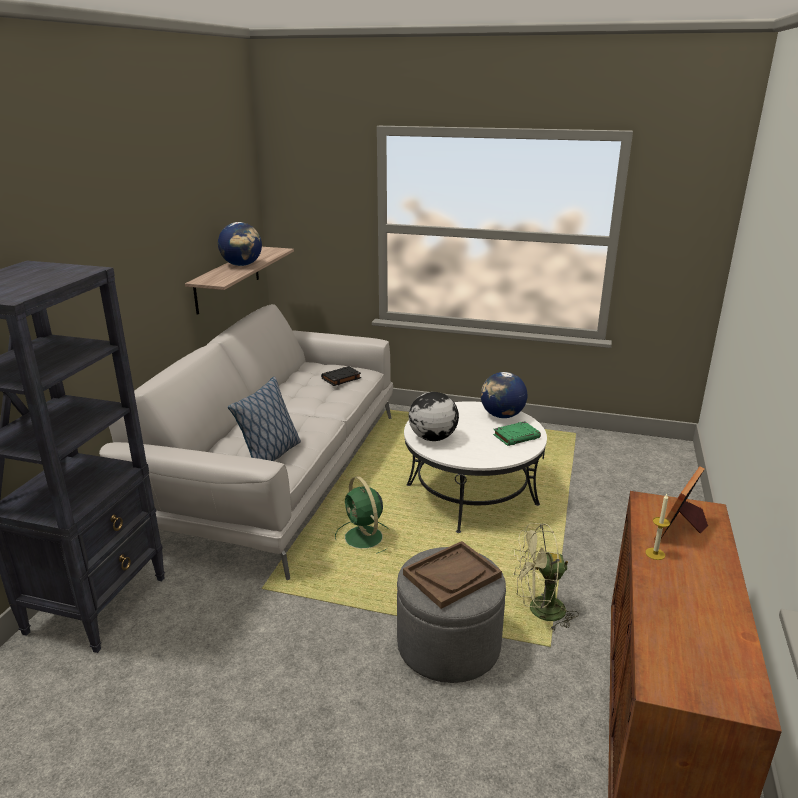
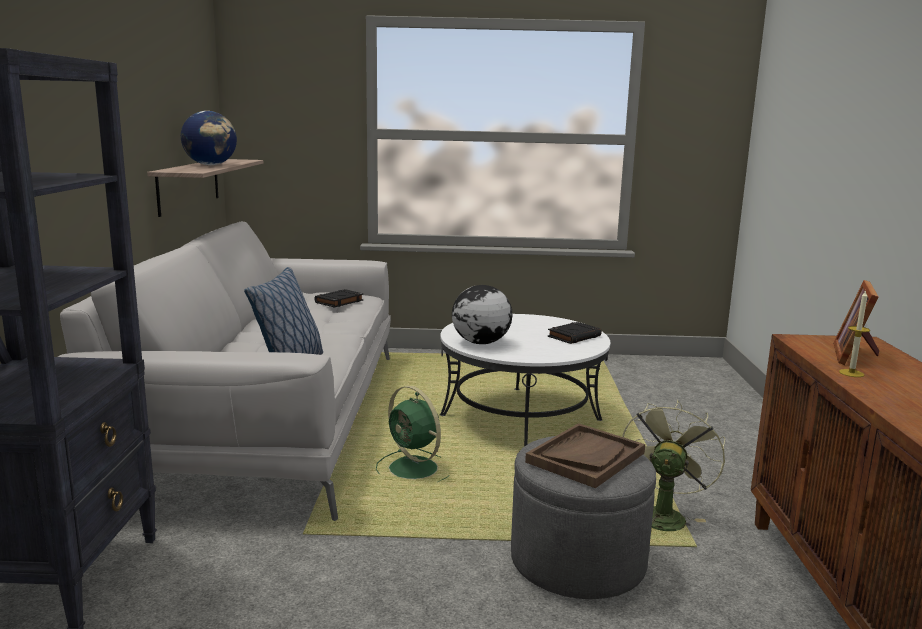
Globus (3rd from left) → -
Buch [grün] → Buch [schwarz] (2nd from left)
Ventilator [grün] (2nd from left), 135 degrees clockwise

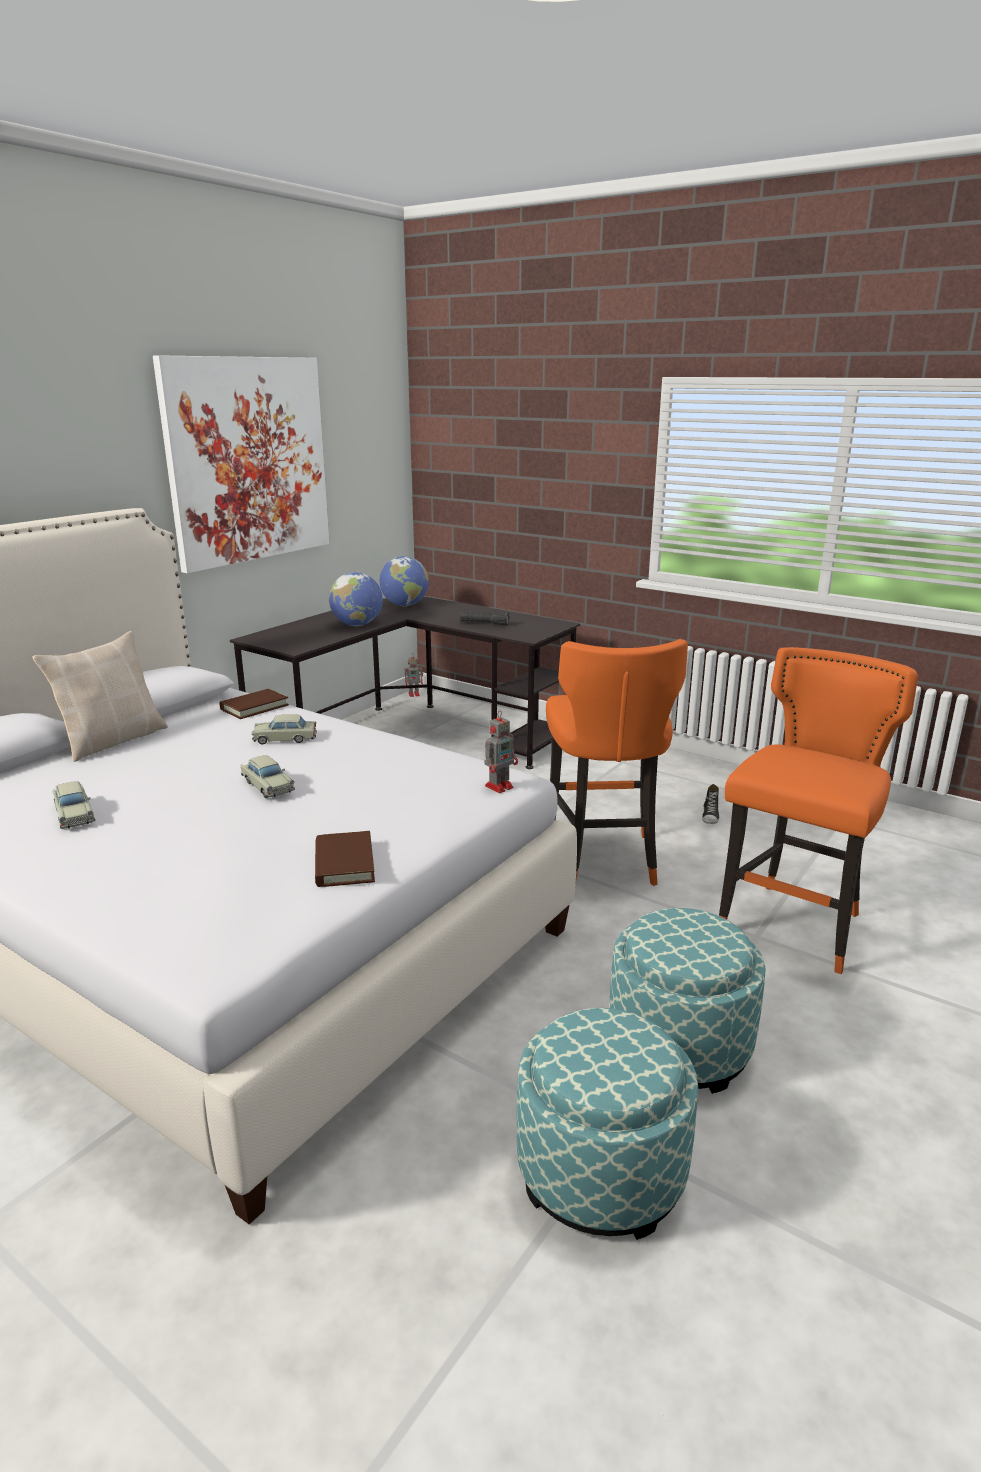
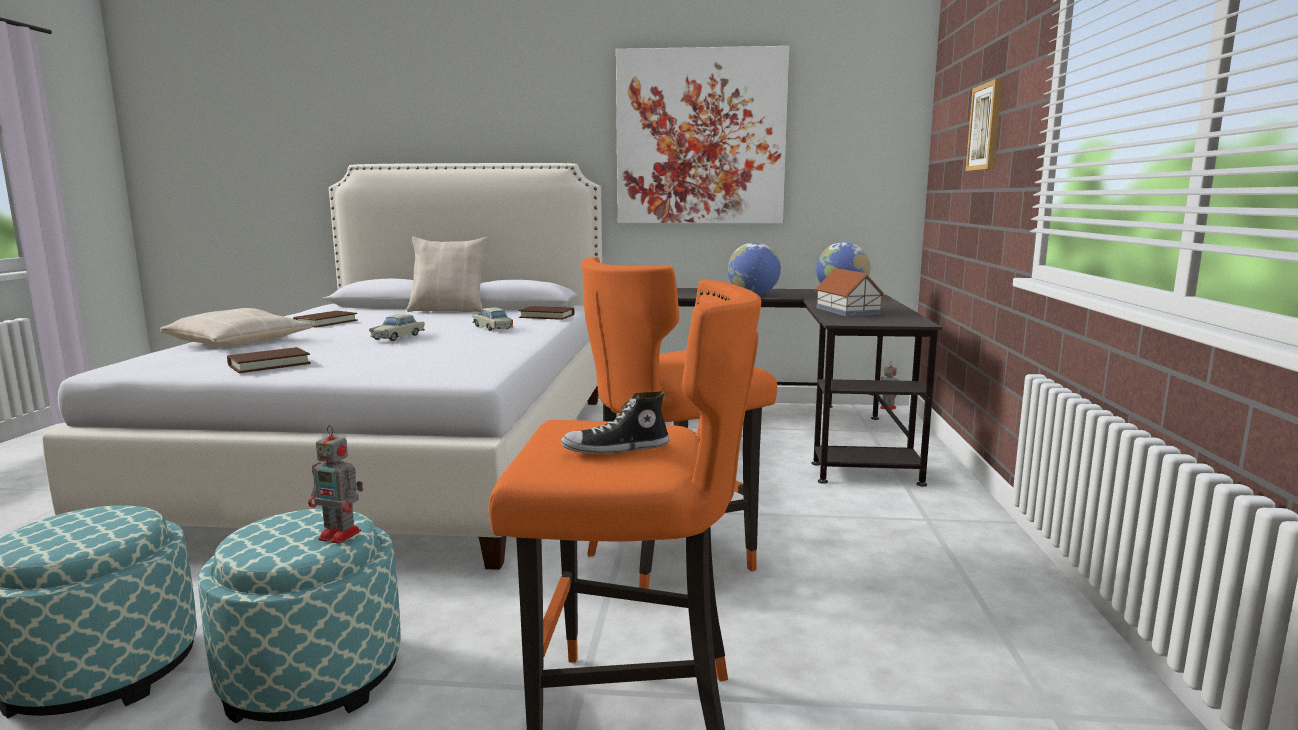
Taschenlampe [schwarz] → Spielzeughaus
Spielzeugroboter (2nd from left in the first image) → Spielzeugroboter (1st from left), moved
Spielzeugauto [beige] (1st from left) → Buch [braun] (2nd from left)
Schuh, moved
- → Bild (2nd from left)
- → Kissen [beige] (1st from left)

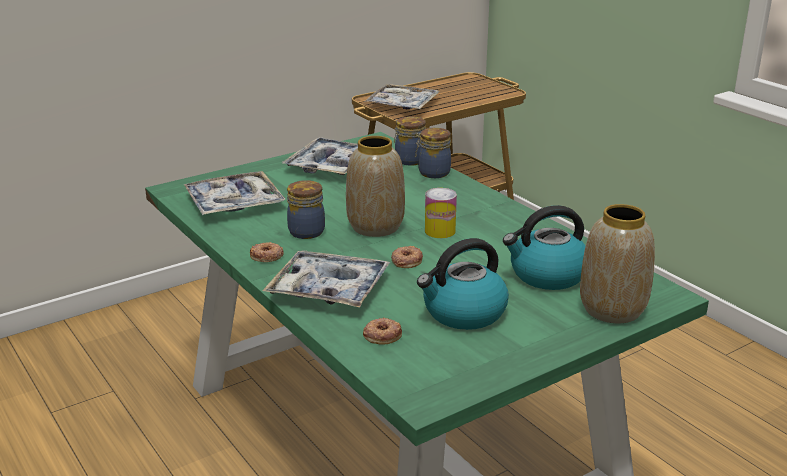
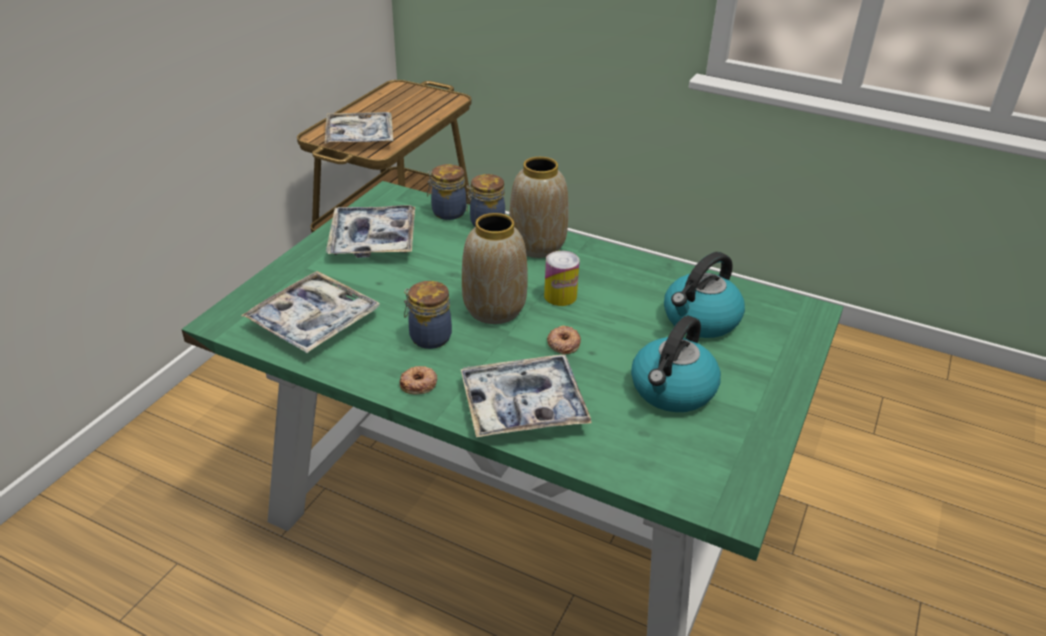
Vase (2nd from left), moved
Donut (2nd from left) → -

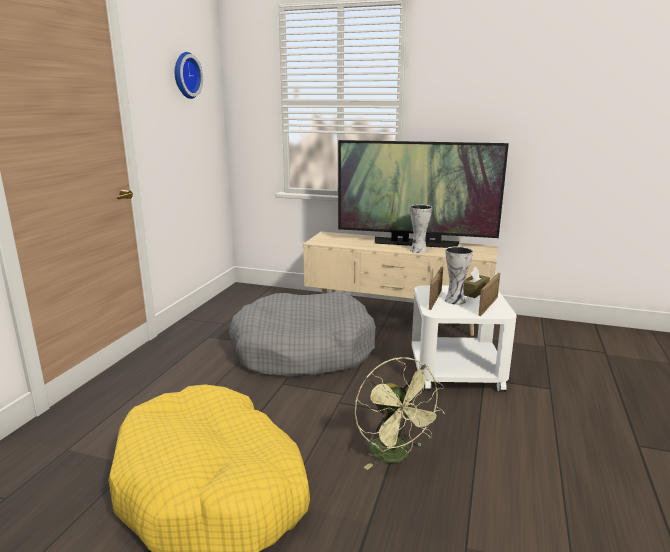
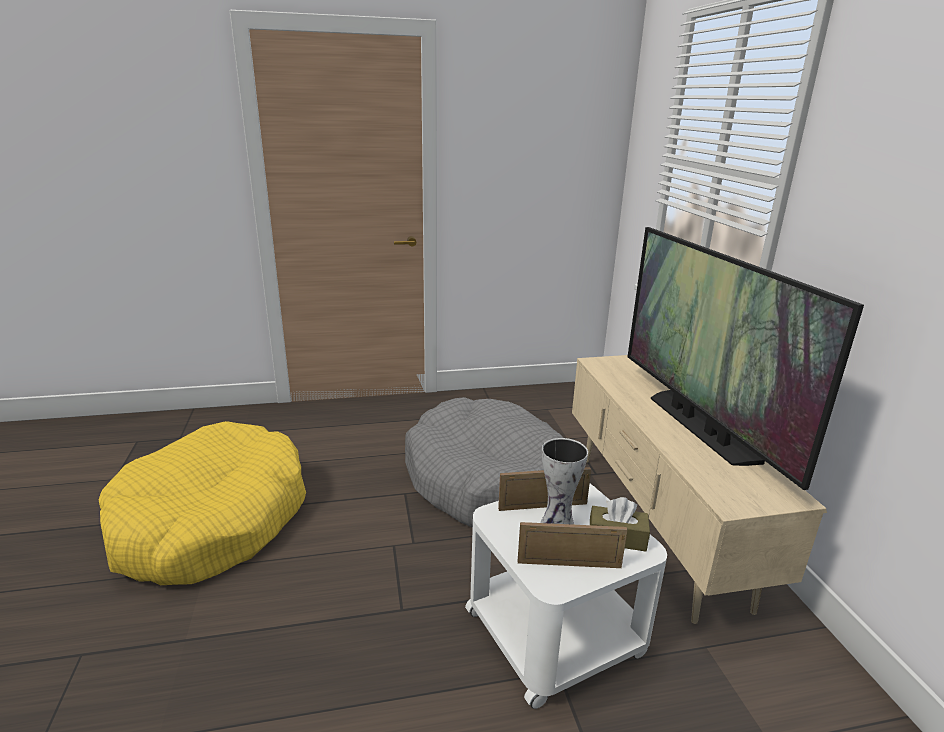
Wanduhr → -
Vase (1st from left) → -
Ventilator [grün] → -

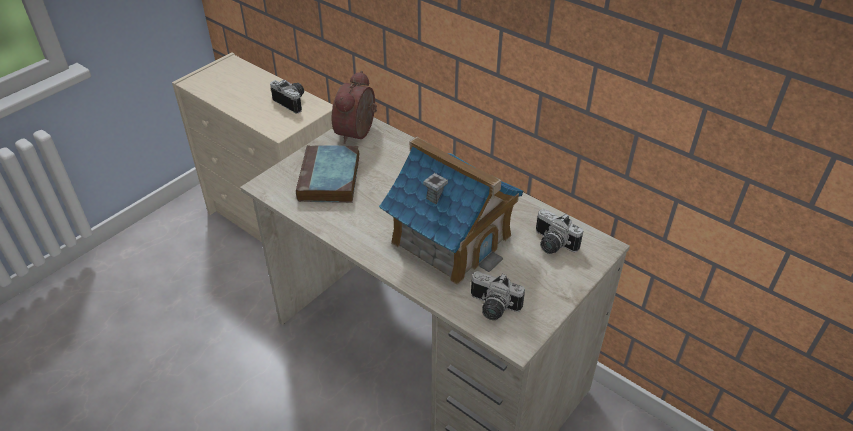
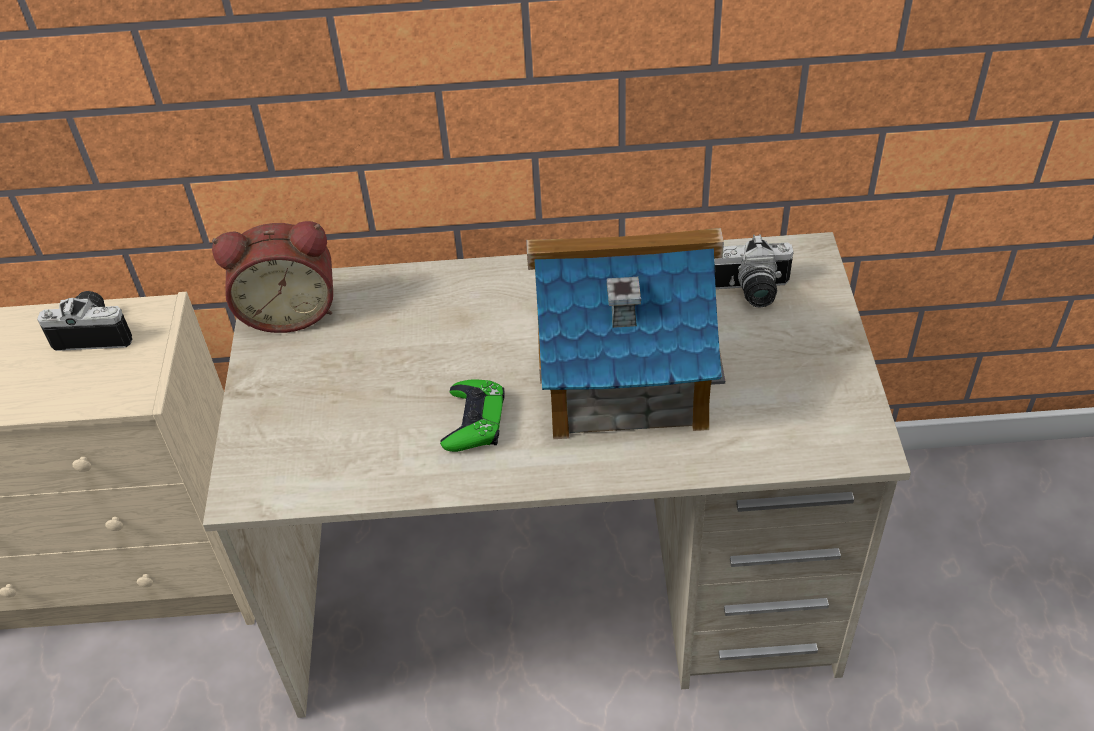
Wecker, 75 degrees counterclockwise
Buch → -
Kamera (2nd from left) → -
- → Gamepad [grün]

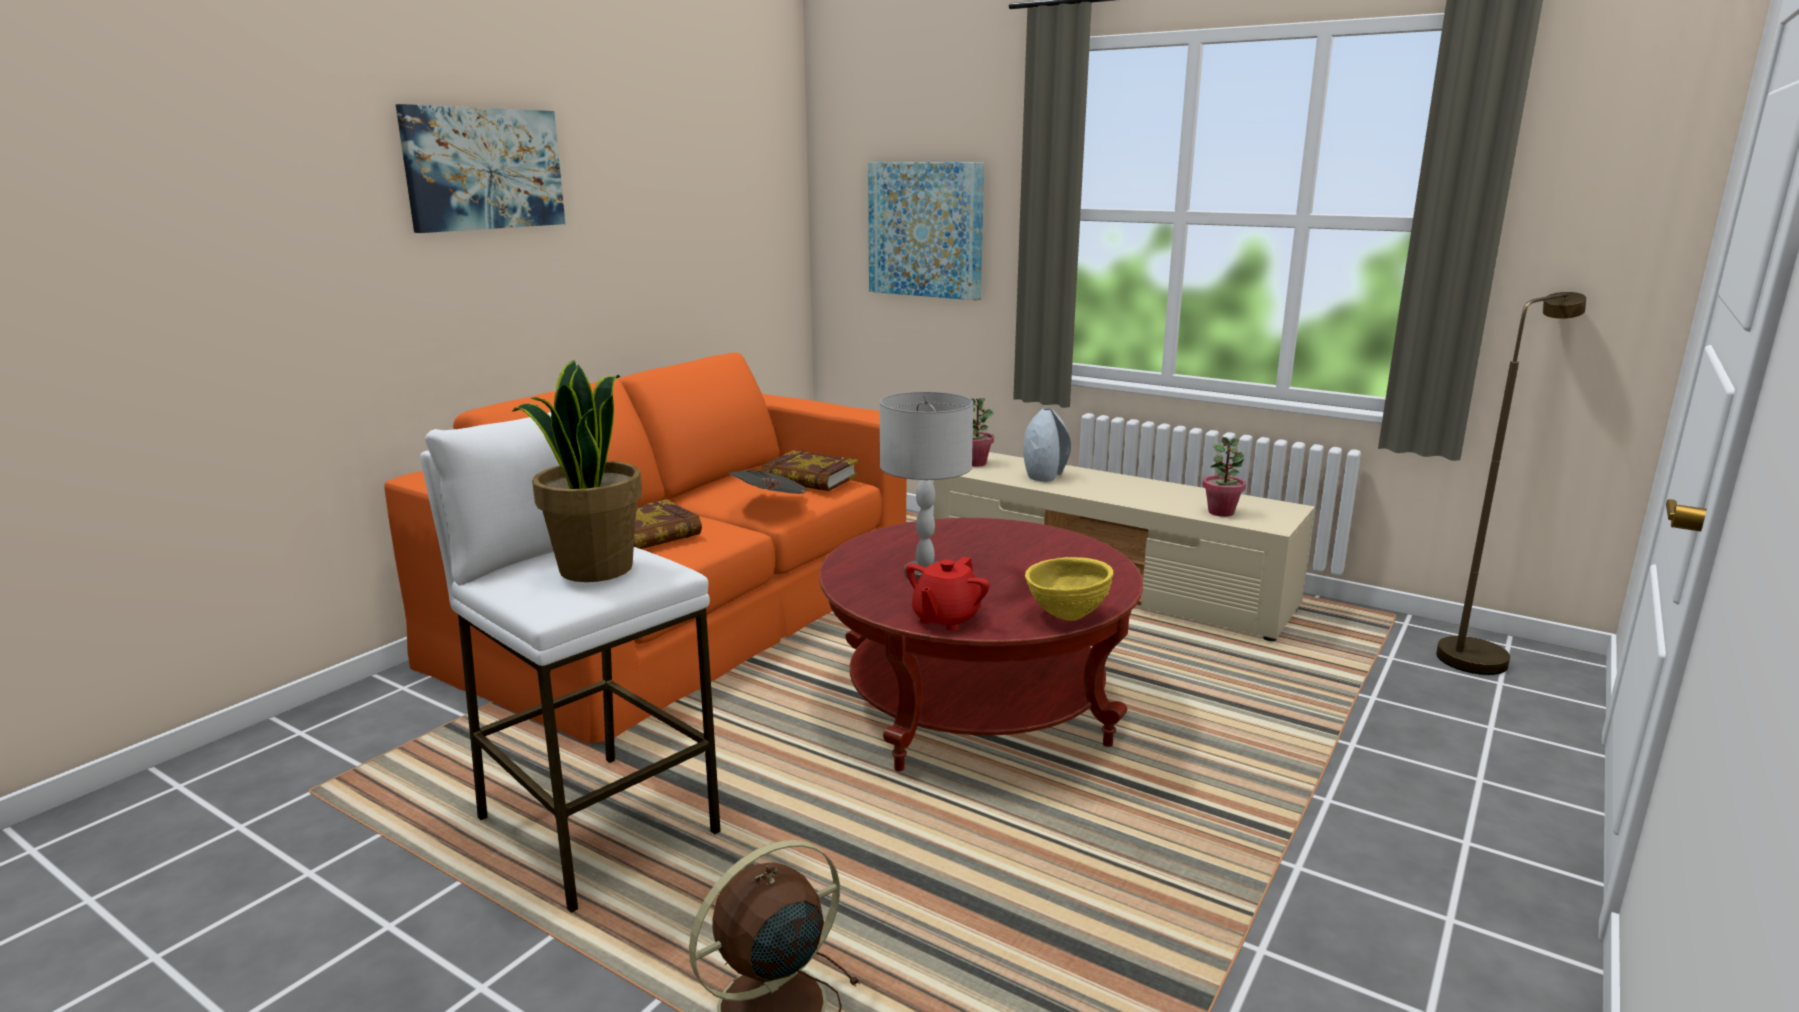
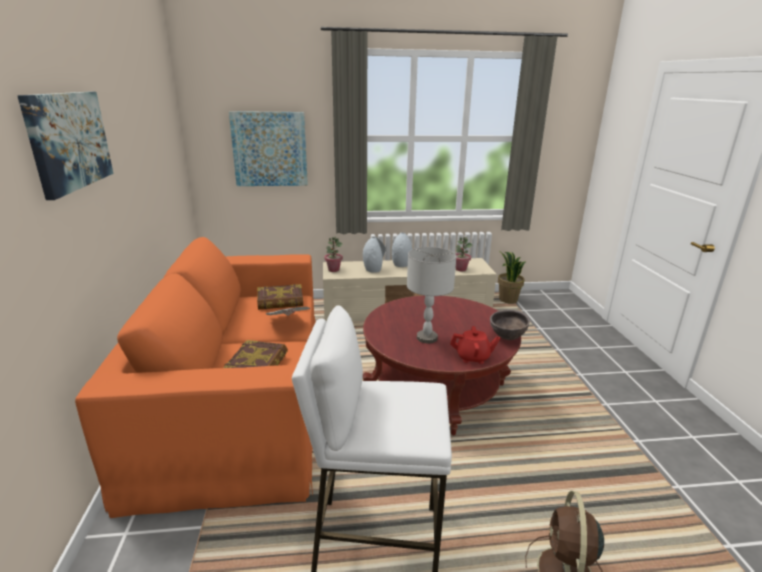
Stehlampe [braun] → -
Topfpflanze (1st from left in the first image) → Topfpflanze (3rd from left), moved
Teekanne [rot], 75 degrees counterclockwise
Schüssel [gelb] → Schüssel [braun]
- → Vase [grau] (2nd from left)

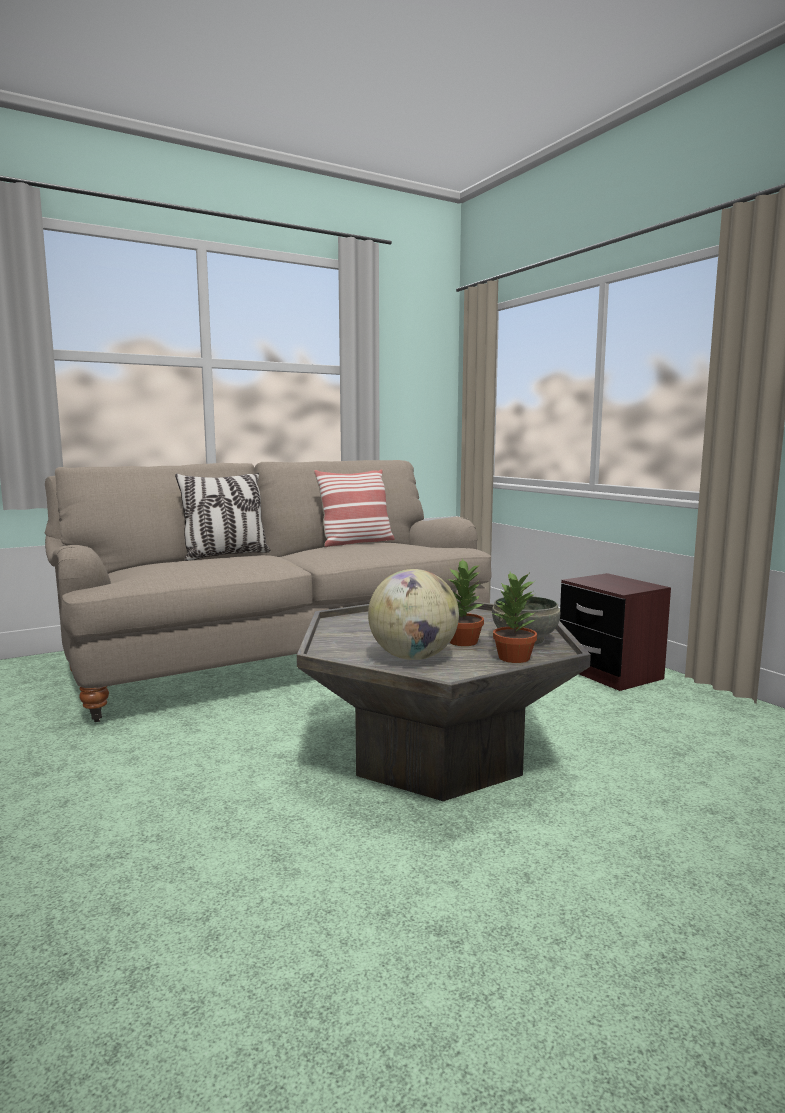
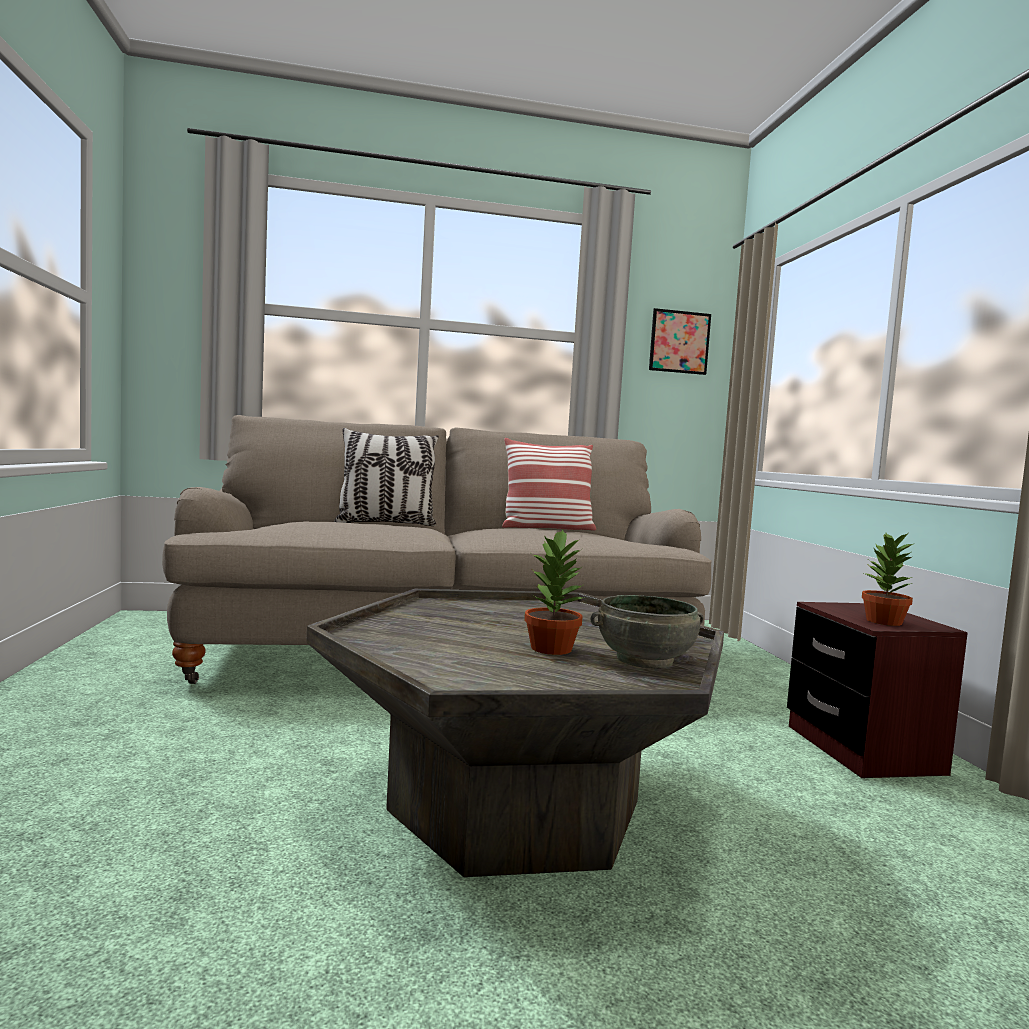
Globus → -
Topfpflanze (2nd from left), moved
- → Bild

